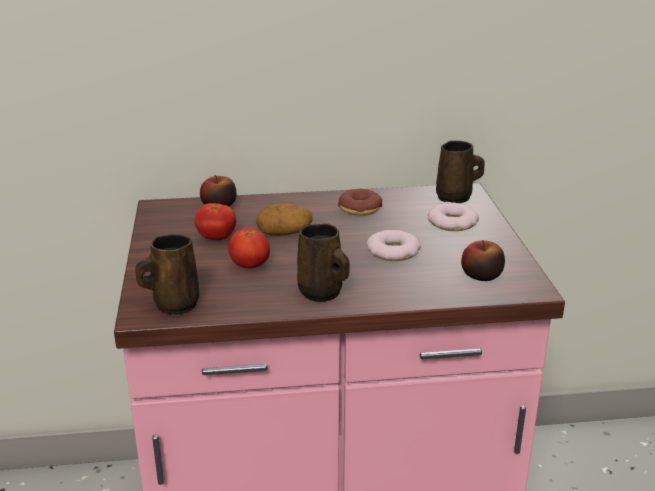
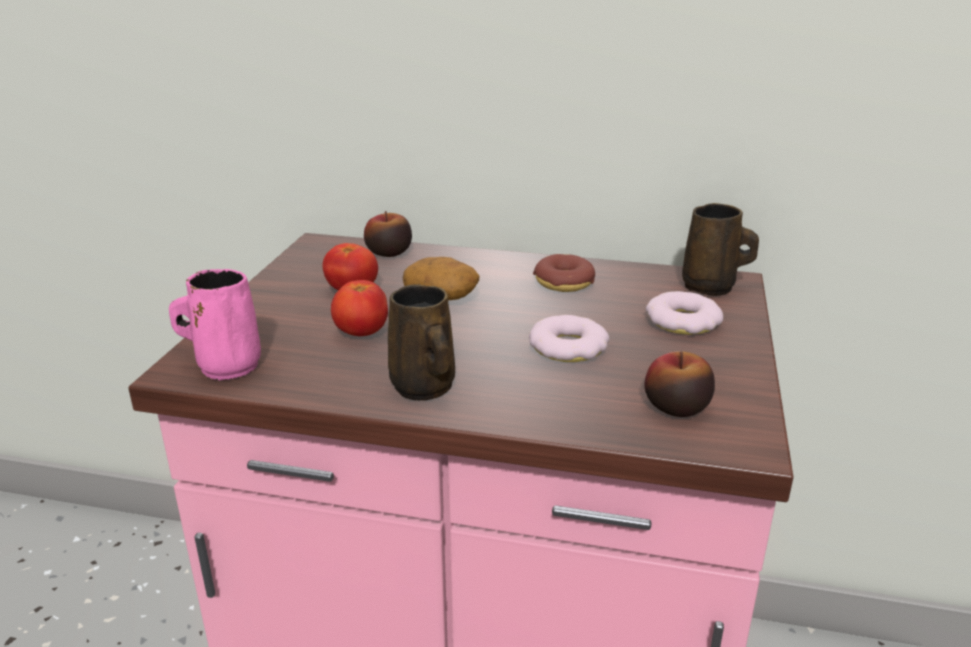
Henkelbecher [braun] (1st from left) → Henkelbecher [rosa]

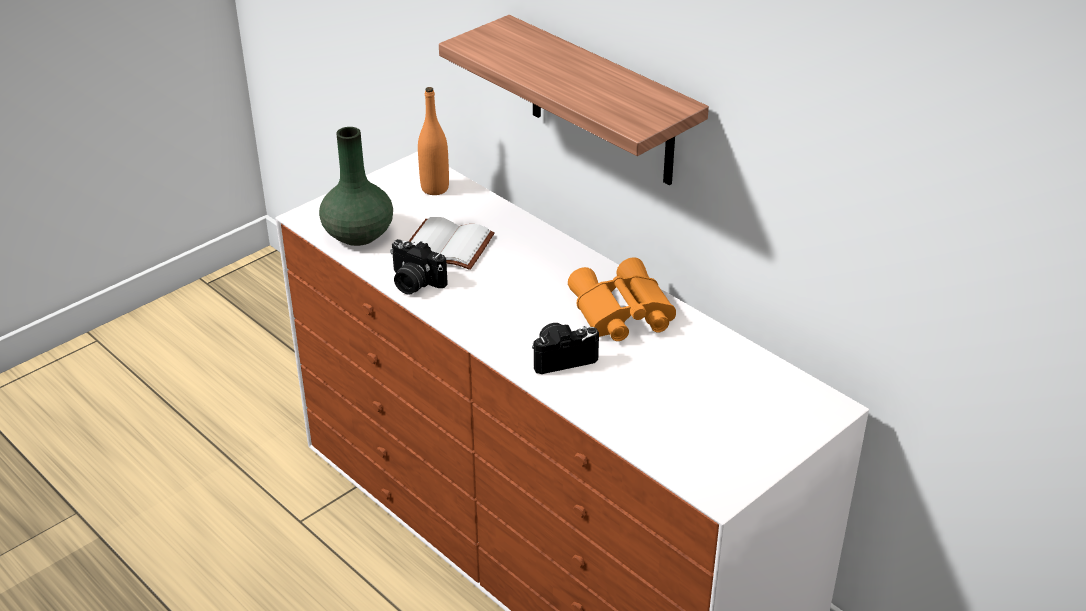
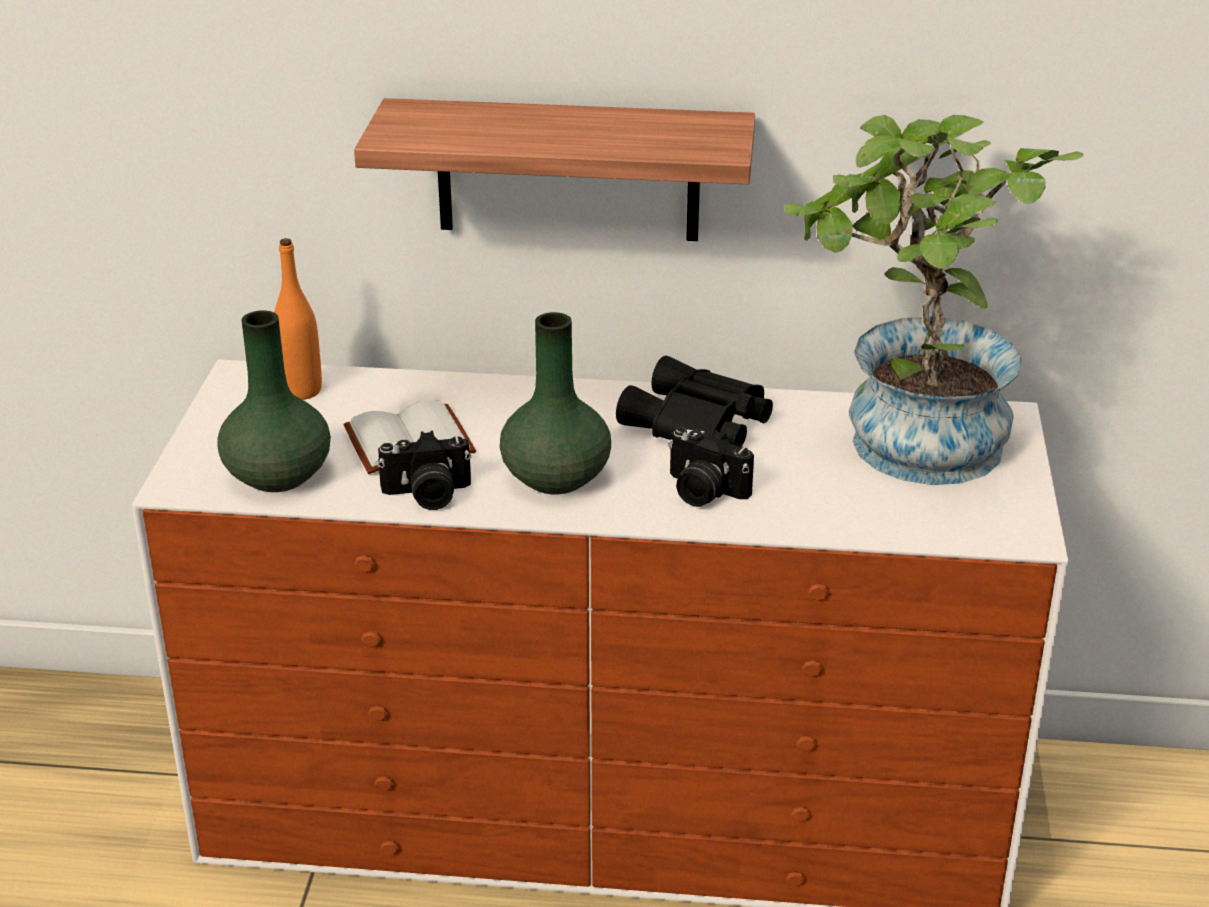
Fernglas [orange] → Fernglas [schwarz]
Kamera (2nd from left), 90 degrees counterclockwise
- → Topfpflanze
- → Vase [grün] (2nd from left)

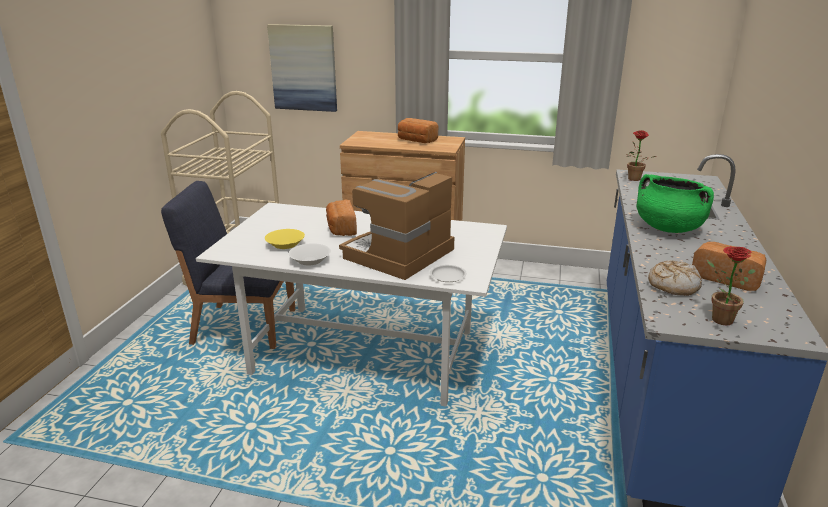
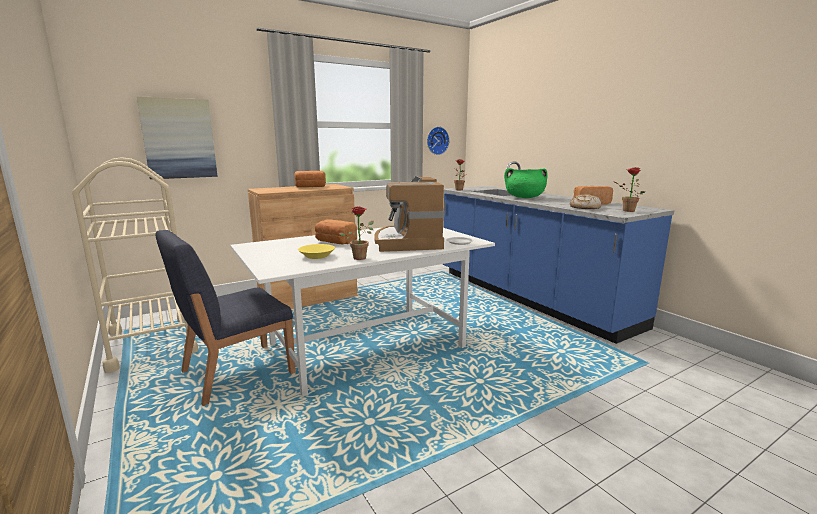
Schüssel [weiß] → Topfpflanze (1st from left)
- → Wanduhr

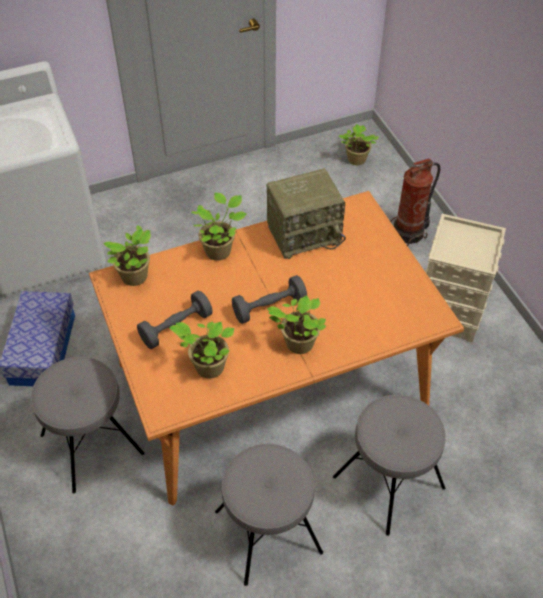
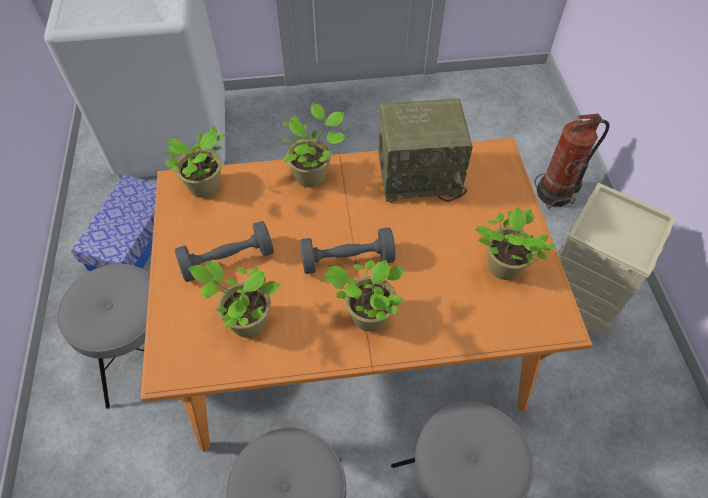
Topfpflanze (5th from left), moved

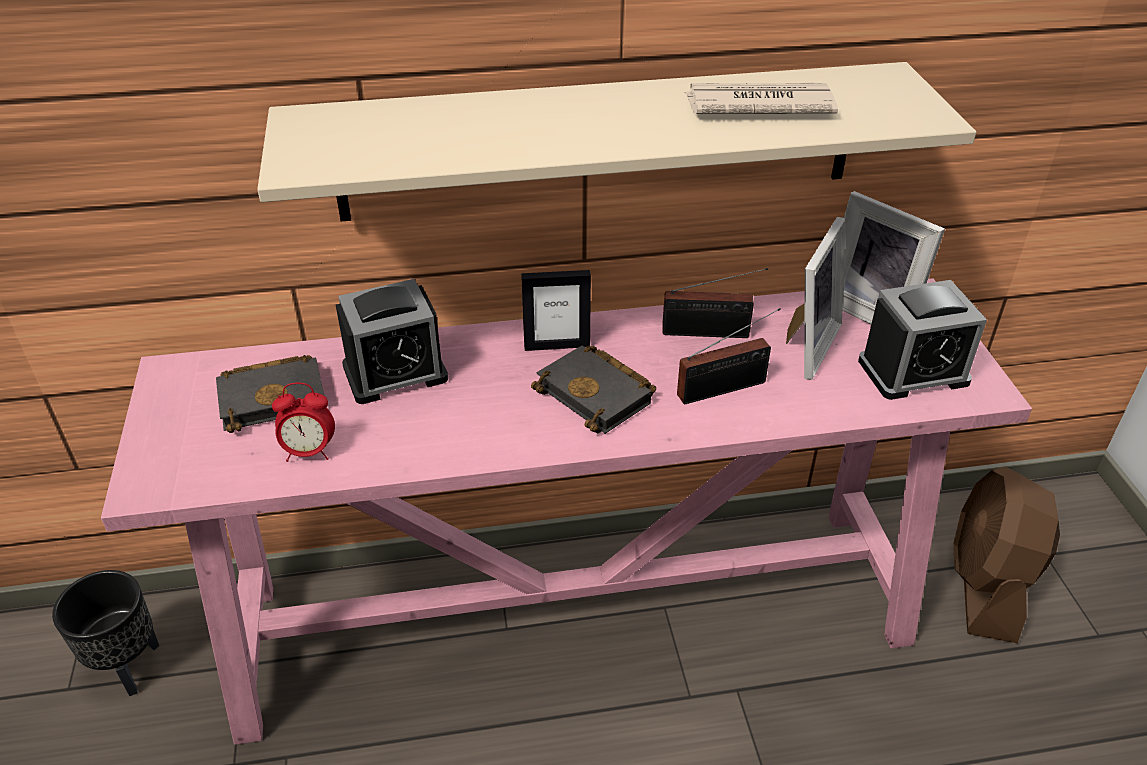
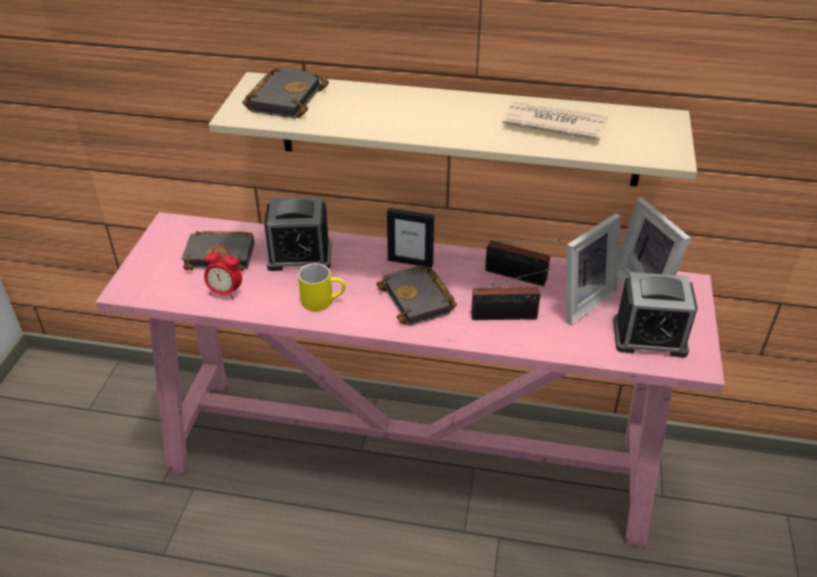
Ventilator [braun] → -
Pflanzkübel [schwarz] → -
- → Buch [schwarz] (2nd from left)
- → Henkelbecher [gelb]

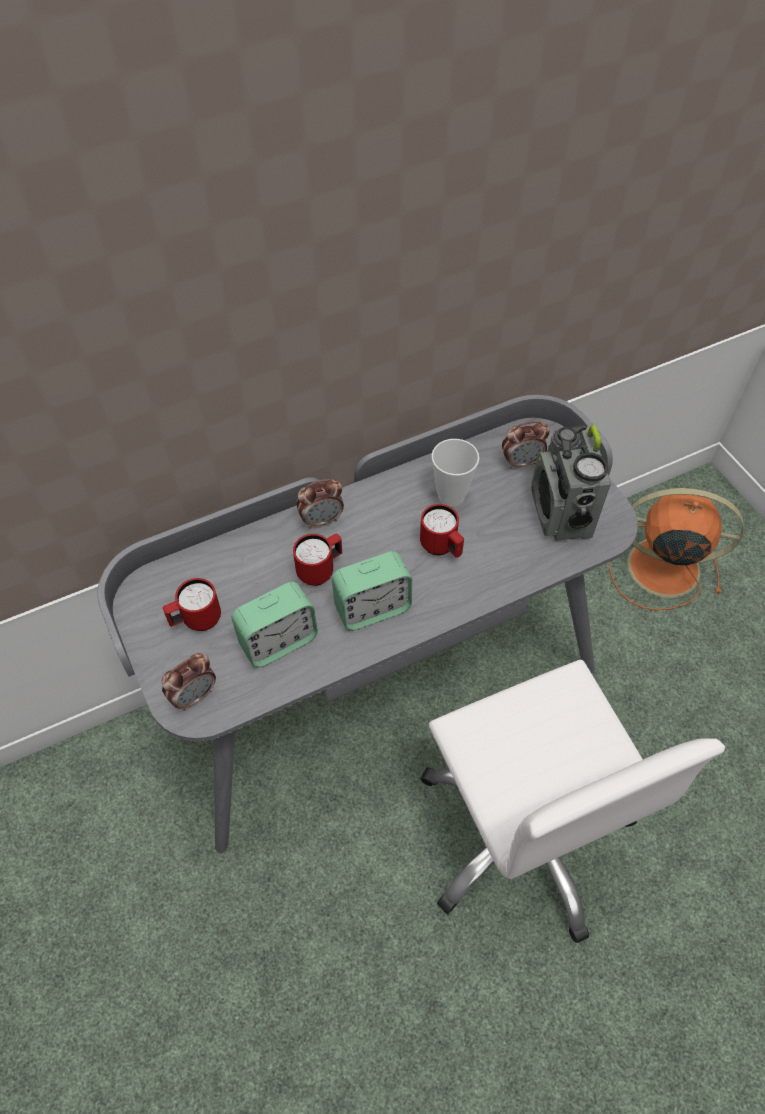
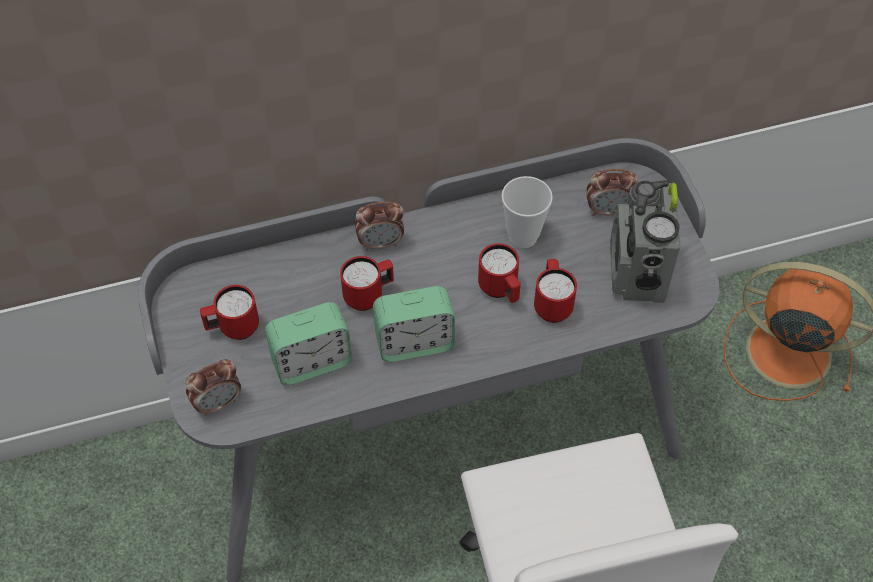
- → Henkelbecher [rot] (4th from left)

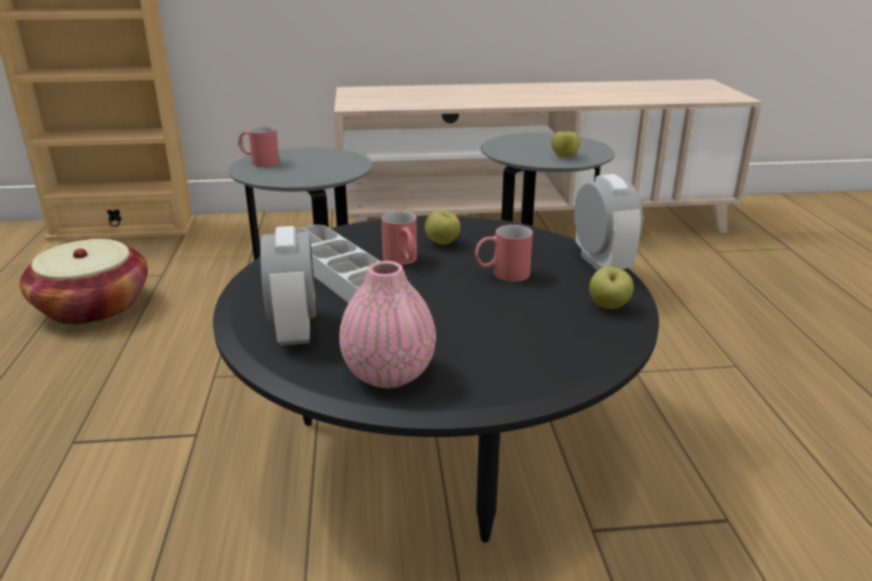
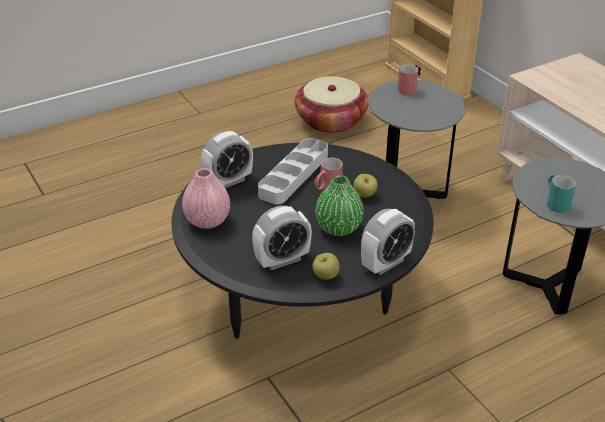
Apfel (2nd from left) → Henkelbecher [türkis]
Henkelbecher [rot] (3rd from left) → Vase [grün]
- → Wecker (2nd from left)

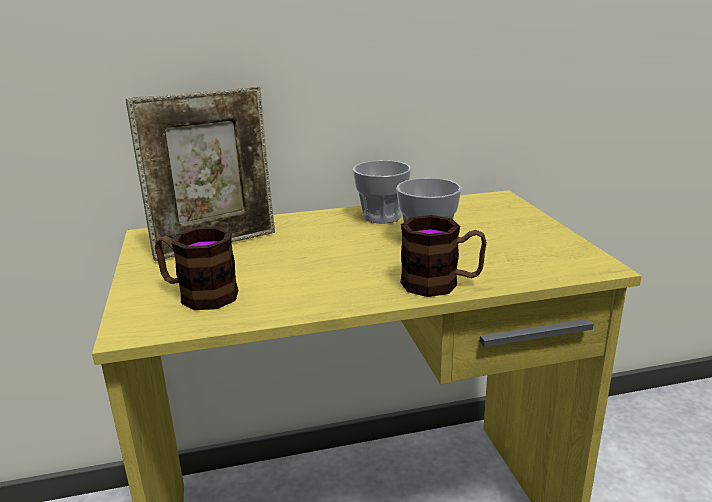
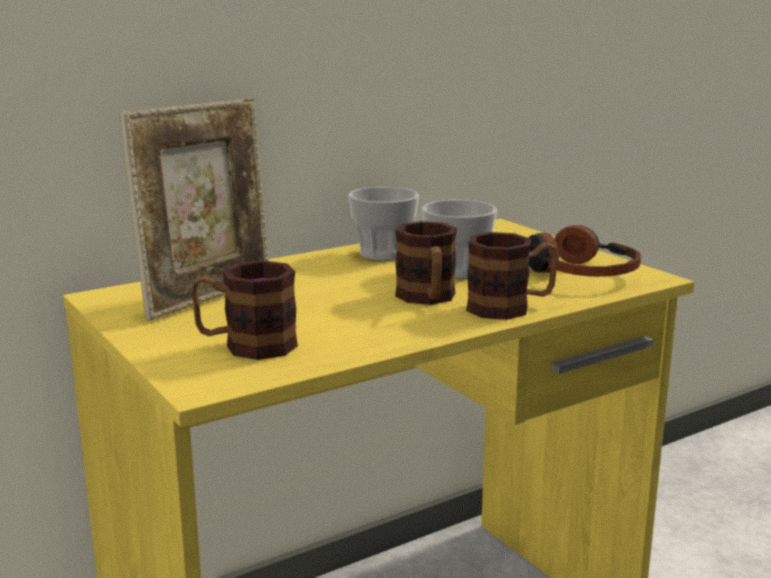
- → Henkelbecher (2nd from left)
- → Kopfhörer

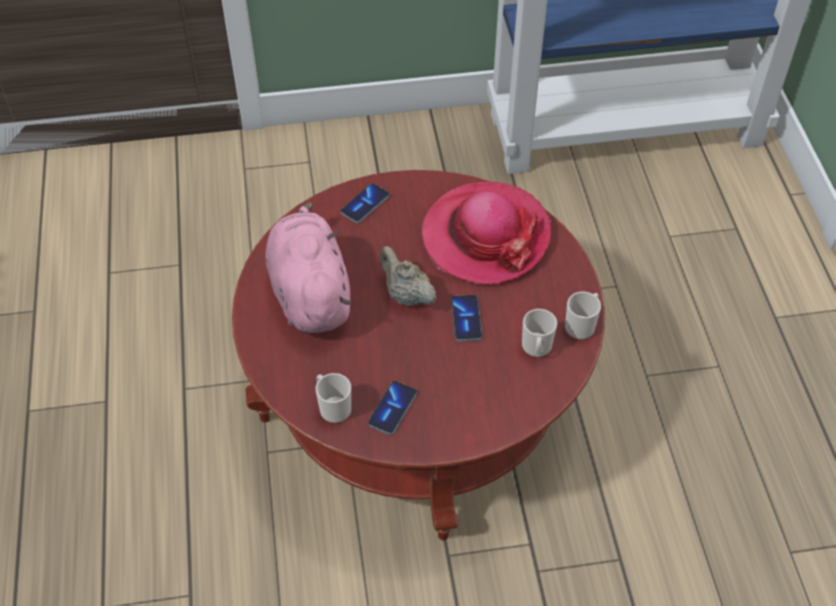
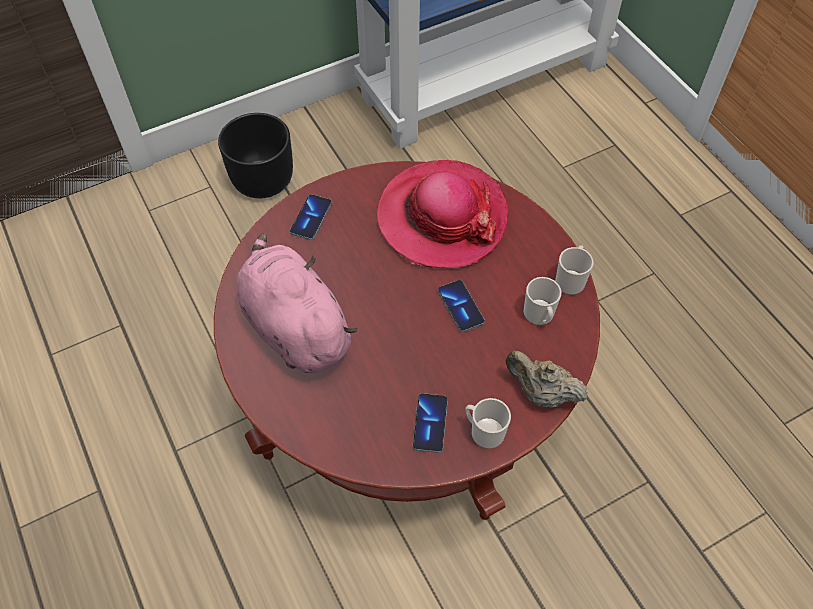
Teekanne [beige], moved
Henkelbecher (1st from left), moved
- → Pflanzkübel [schwarz]

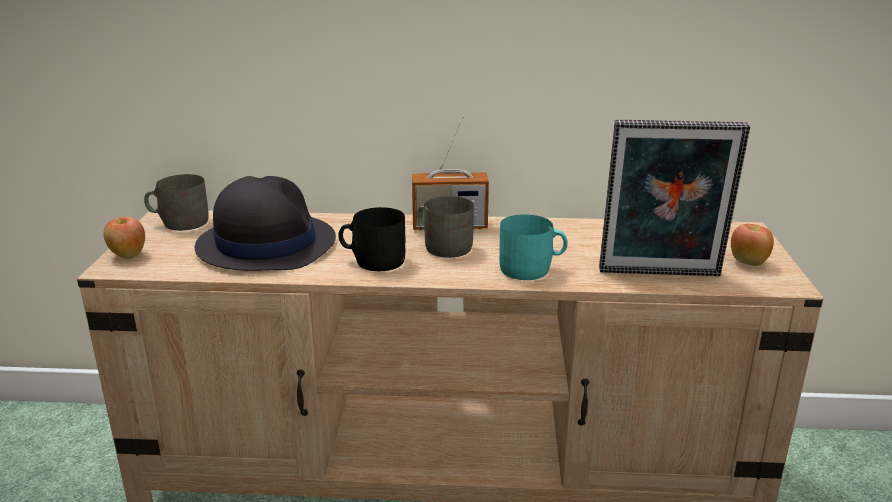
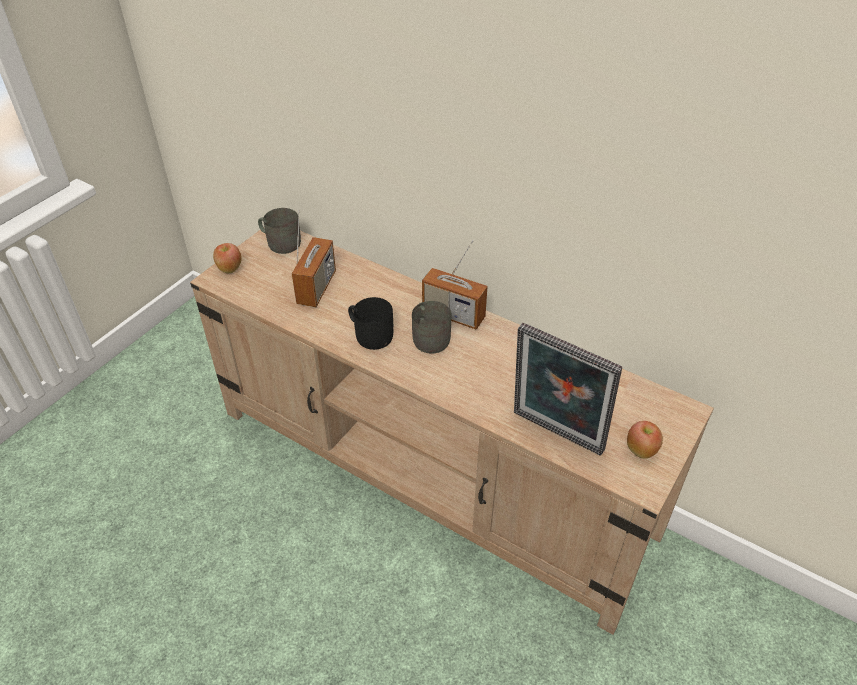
Hut [schwarz] → Radio (1st from left)
Henkelbecher [türkis] → -

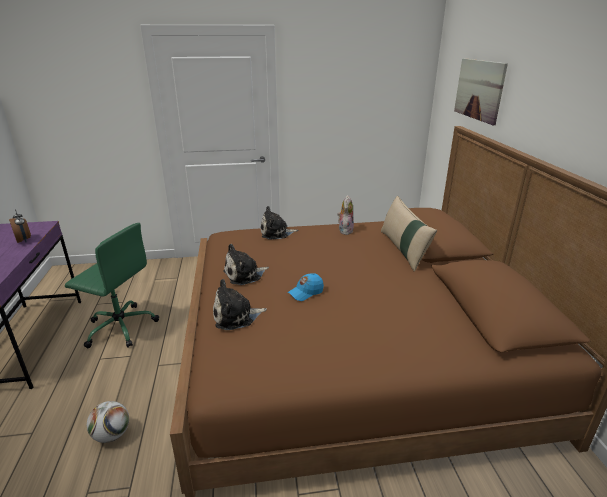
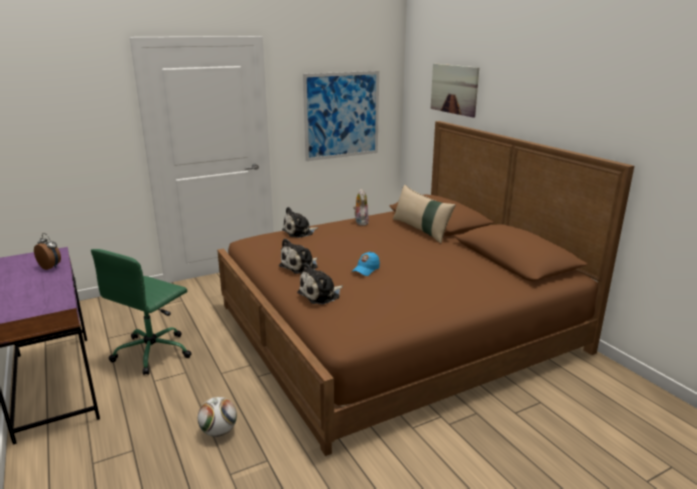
Bürostuhl [grün], 120 degrees clockwise
- → Bild (1st from left)

